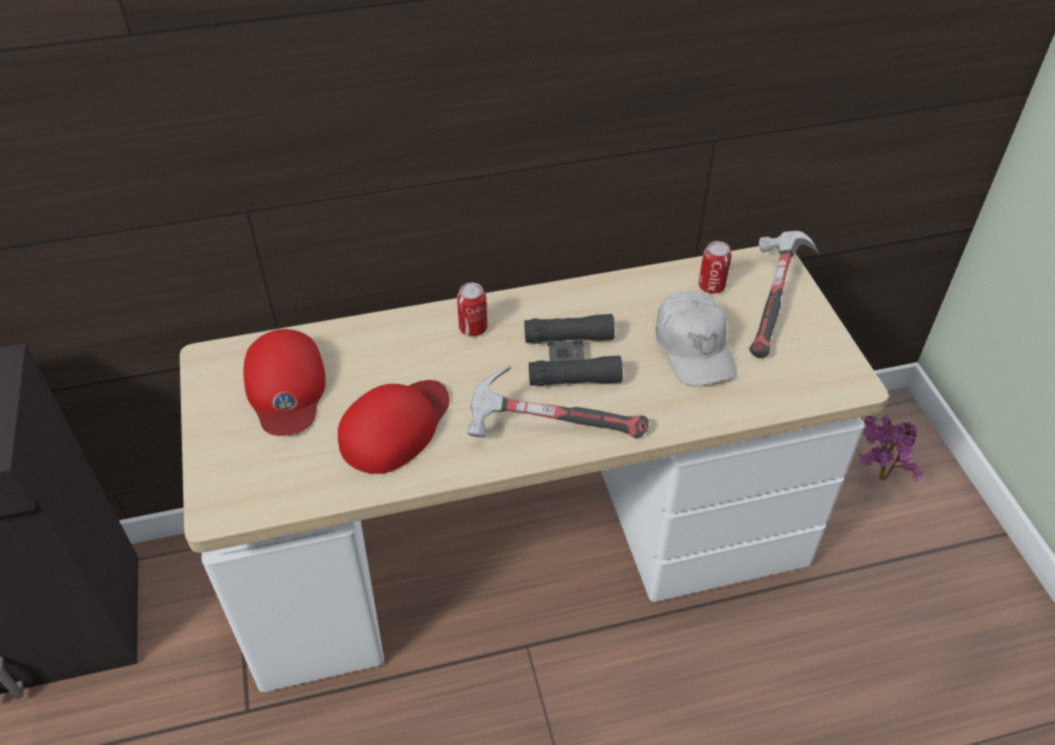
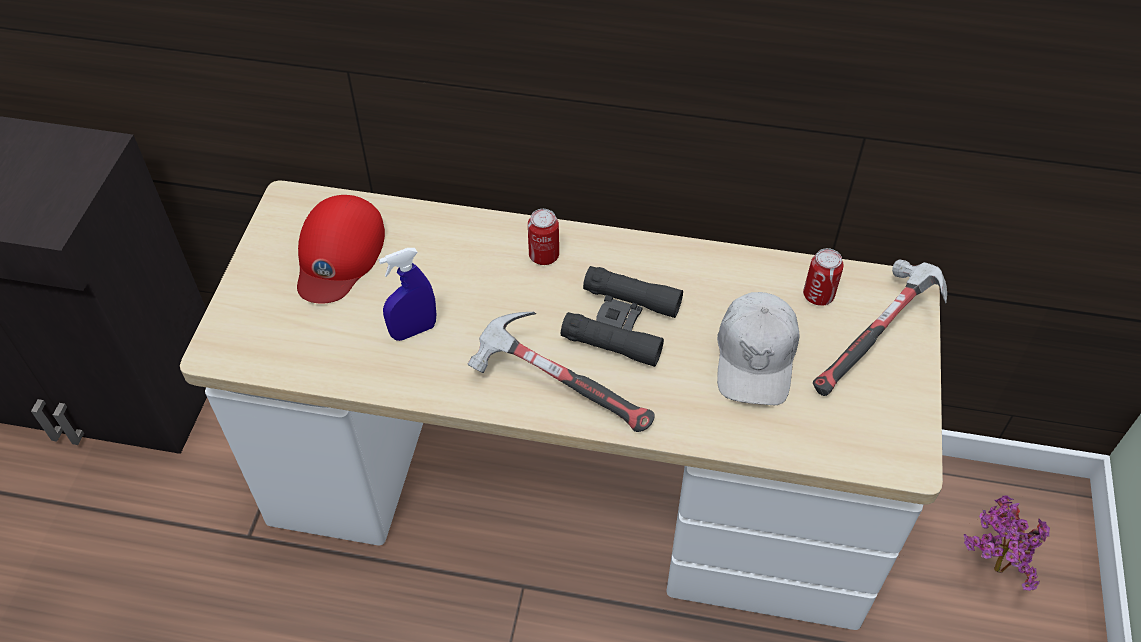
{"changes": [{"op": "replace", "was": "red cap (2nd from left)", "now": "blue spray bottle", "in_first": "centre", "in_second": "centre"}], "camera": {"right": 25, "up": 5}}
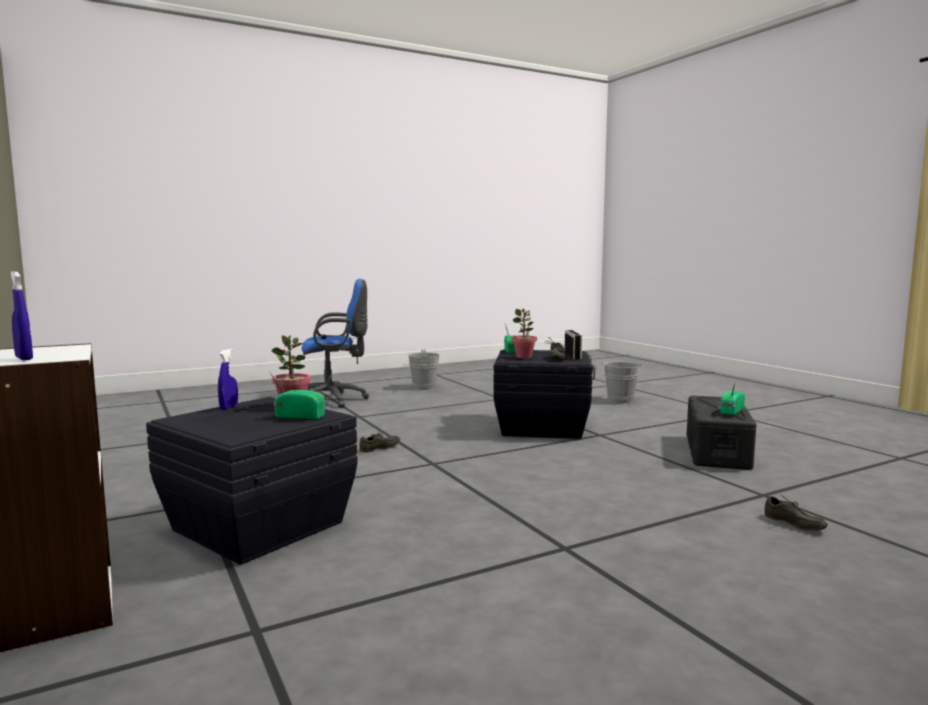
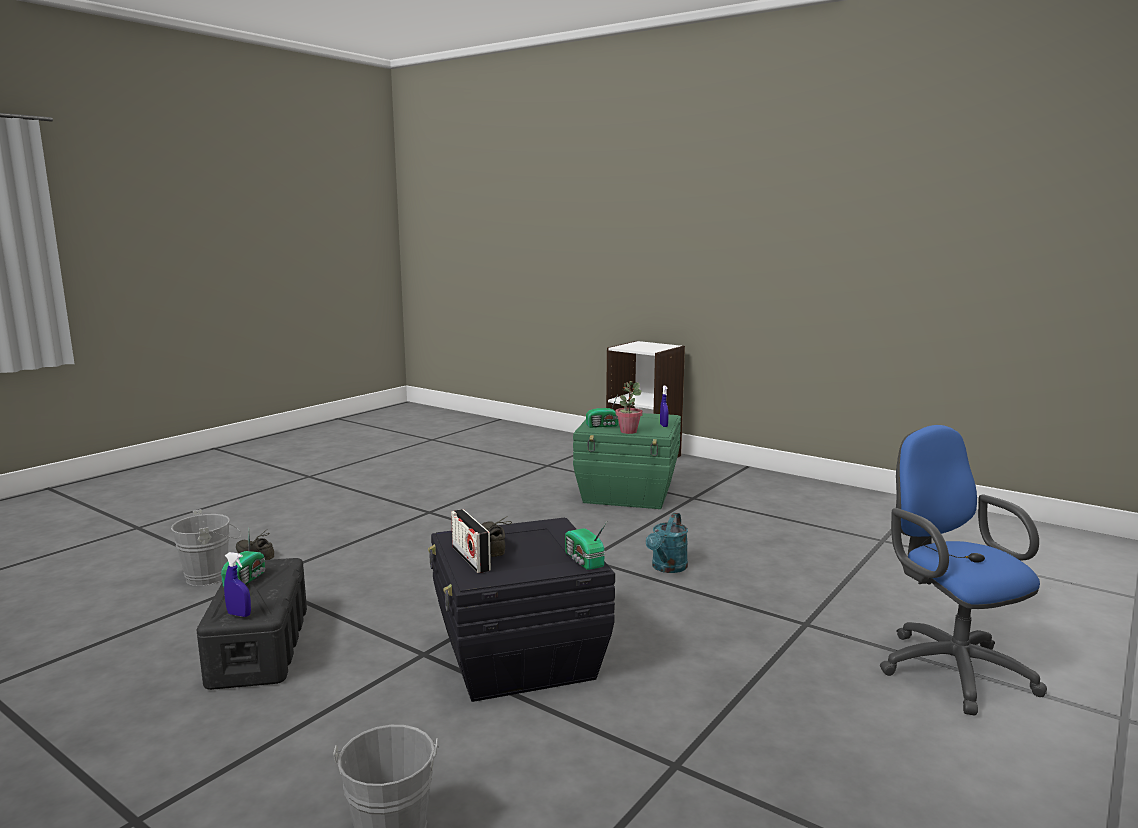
{"changes": [{"op": "move", "was": "blue spray bottle (1st from left)", "in_first": "middle left", "in_second": "bottom left"}, {"op": "recolor", "was": "black storage box (1st from left)", "now": "green storage box", "in_first": "bottom left", "in_second": "centre"}, {"op": "rotate", "was": "blue office chair", "in_first": "centre", "in_second": "bottom right", "clockwise": 105}, {"op": "replace", "was": "grey shoe (1st from left)", "now": "turquoise watering can", "in_first": "centre", "in_second": "centre"}, {"op": "move", "was": "grey bucket (1st from left)", "in_first": "centre", "in_second": "middle left"}, {"op": "delete", "was": "potted plant (2nd from left)", "in_first": "centre"}], "camera": {"right": 155, "up": 5}}
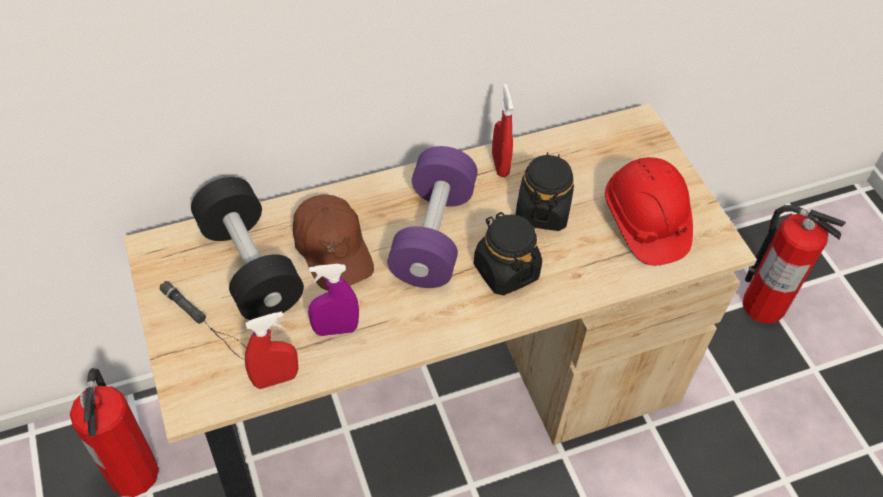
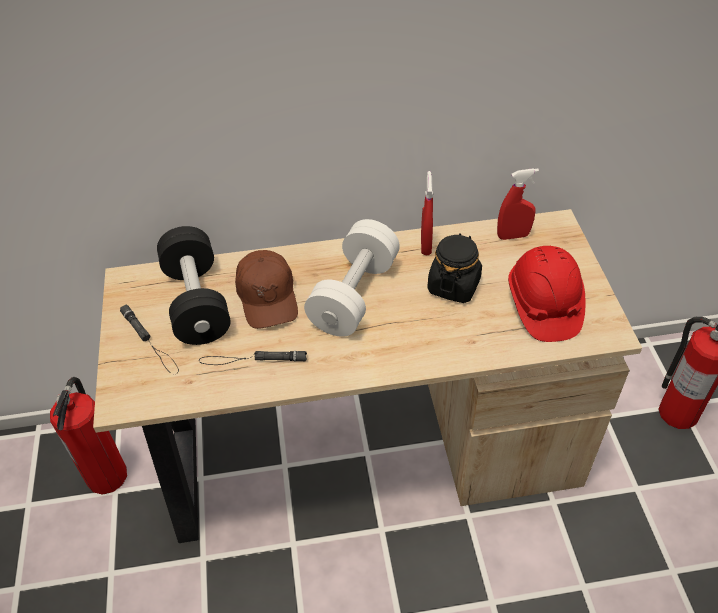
{"changes": [{"op": "move", "was": "red spray bottle (1st from left in the first image)", "now": "red spray bottle (2nd from left)", "in_first": "bottom left", "in_second": "top right"}, {"op": "replace", "was": "purple spray bottle", "now": "black flashlight (2nd from left)", "in_first": "centre", "in_second": "centre"}, {"op": "recolor", "was": "purple dumbbell", "now": "white dumbbell", "in_first": "centre", "in_second": "centre"}, {"op": "delete", "was": "black jar (1st from left)", "in_first": "centre"}], "camera": {"right": 15, "up": -5}}
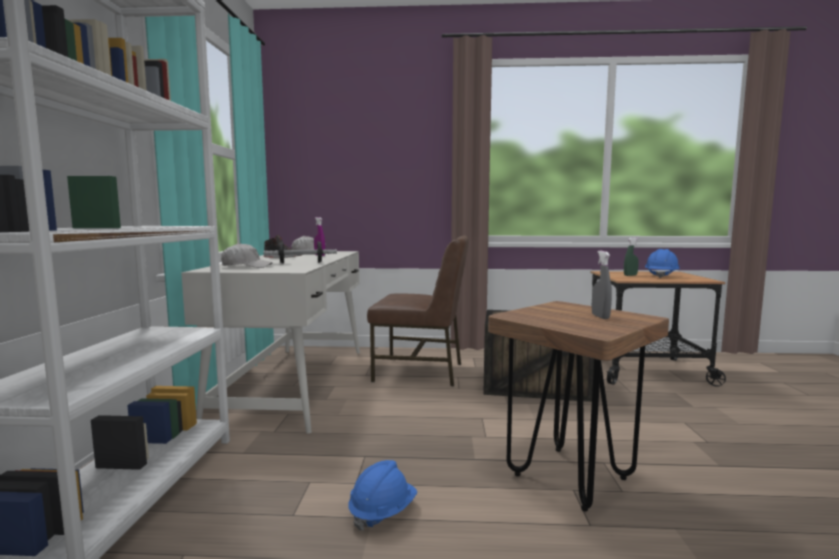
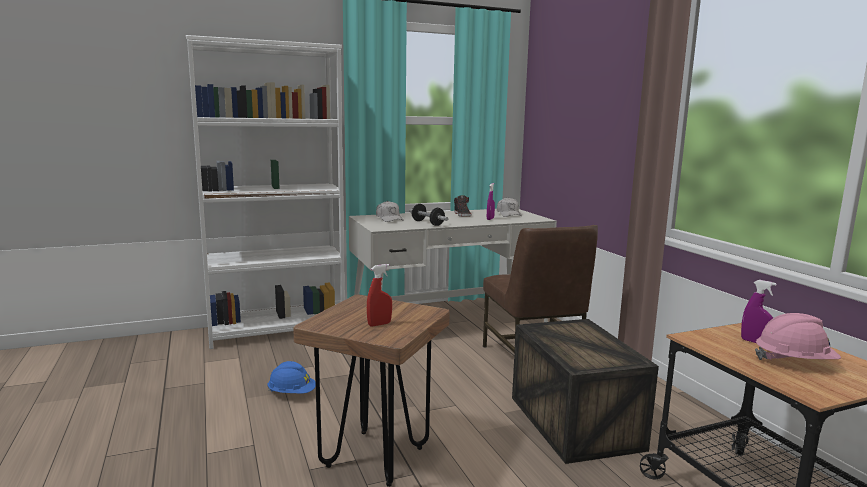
{"changes": [{"op": "recolor", "was": "grey spray bottle", "now": "red spray bottle", "in_first": "middle right", "in_second": "centre"}, {"op": "recolor", "was": "green spray bottle", "now": "purple spray bottle (2nd from left)", "in_first": "middle right", "in_second": "middle right"}, {"op": "recolor", "was": "blue hard hat (2nd from left)", "now": "pink hard hat", "in_first": "middle right", "in_second": "bottom right"}], "camera": {"right": 65, "up": 5}}
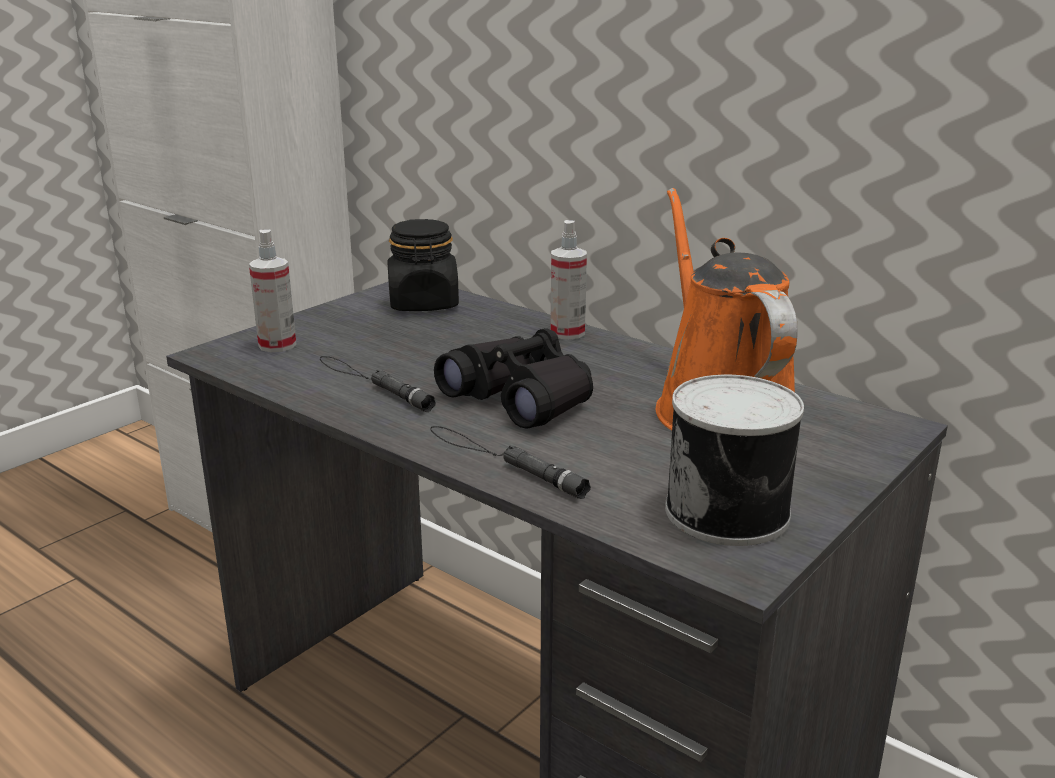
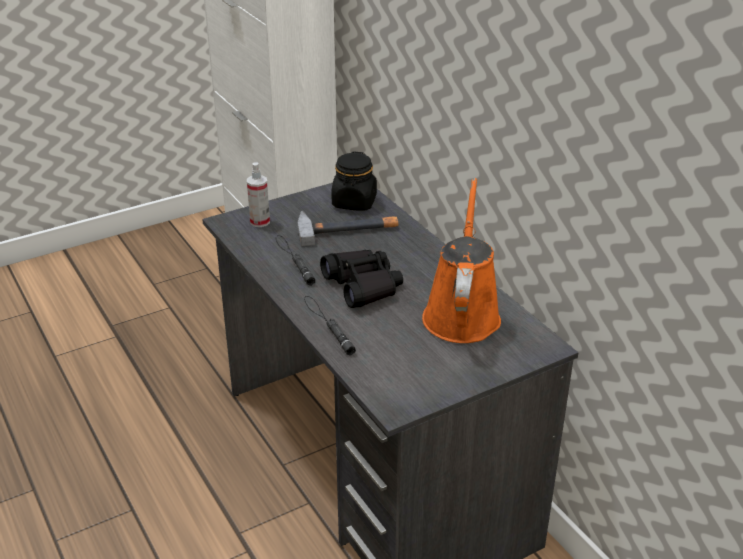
{"changes": [{"op": "delete", "was": "spray bottle (2nd from left)", "in_first": "centre"}, {"op": "delete", "was": "can", "in_first": "middle right"}, {"op": "insert", "now": "hammer", "in_second": "centre"}], "camera": {"right": 20, "up": 10}}
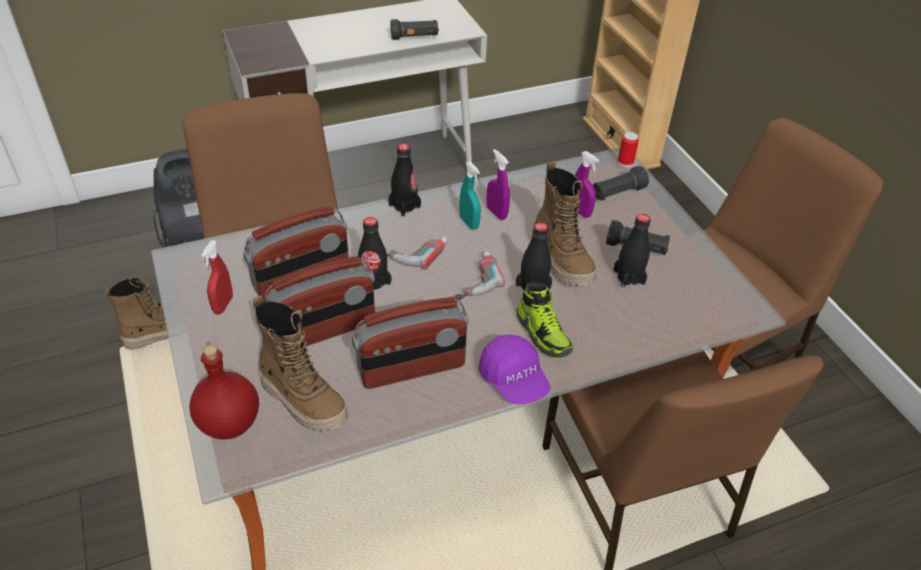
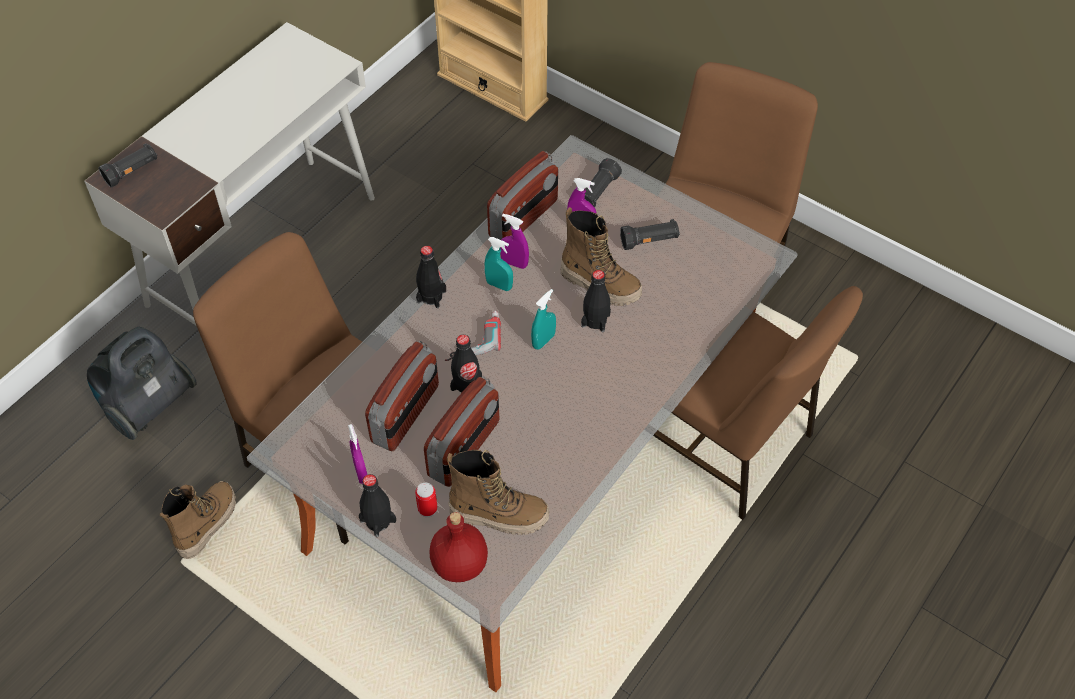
{"changes": [{"op": "recolor", "was": "red spray bottle", "now": "purple spray bottle (1st from left)", "in_first": "middle left", "in_second": "middle left"}, {"op": "move", "was": "radio (3rd from left)", "in_first": "centre", "in_second": "top centre"}, {"op": "move", "was": "black flashlight (1st from left)", "in_first": "top centre", "in_second": "top left"}, {"op": "replace", "was": "power drill (2nd from left)", "now": "turquoise spray bottle (2nd from left)", "in_first": "centre", "in_second": "centre"}, {"op": "delete", "was": "purple cap", "in_first": "centre"}, {"op": "delete", "was": "shoe", "in_first": "centre"}, {"op": "move", "was": "black bottle (4th from left in the first image)", "now": "black bottle (1st from left)", "in_first": "middle right", "in_second": "bottom centre"}, {"op": "move", "was": "can", "in_first": "top right", "in_second": "bottom centre"}], "camera": {"right": -30, "up": 10}}
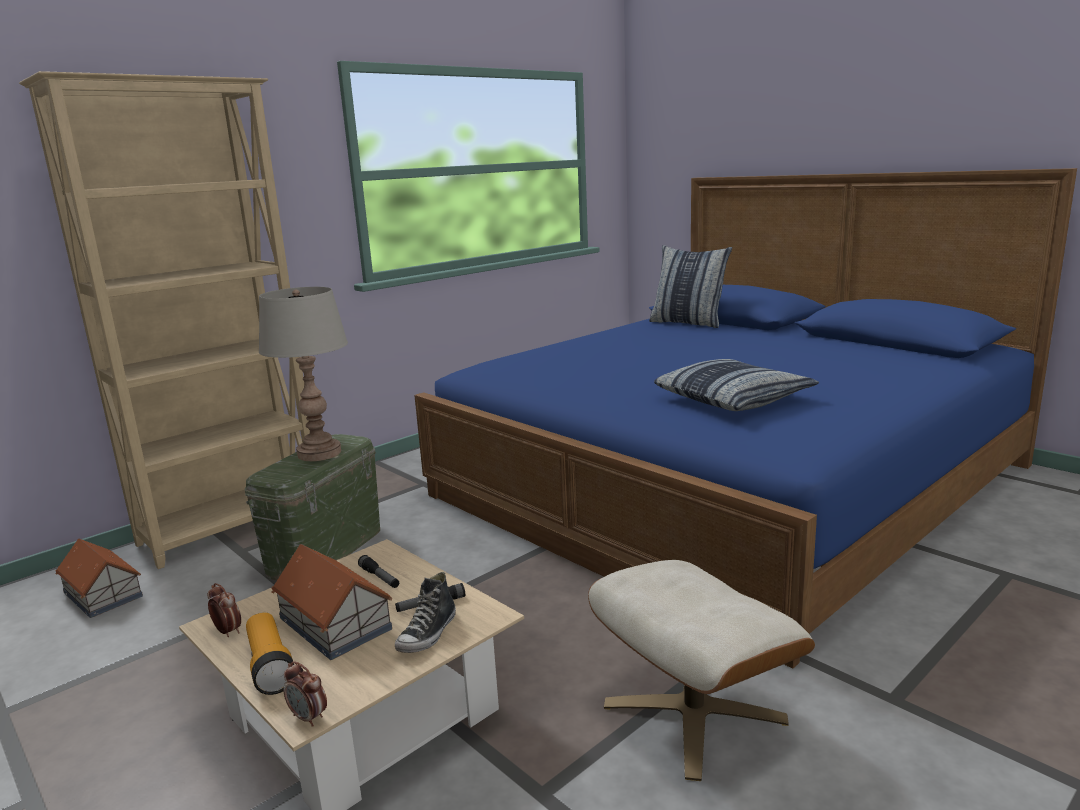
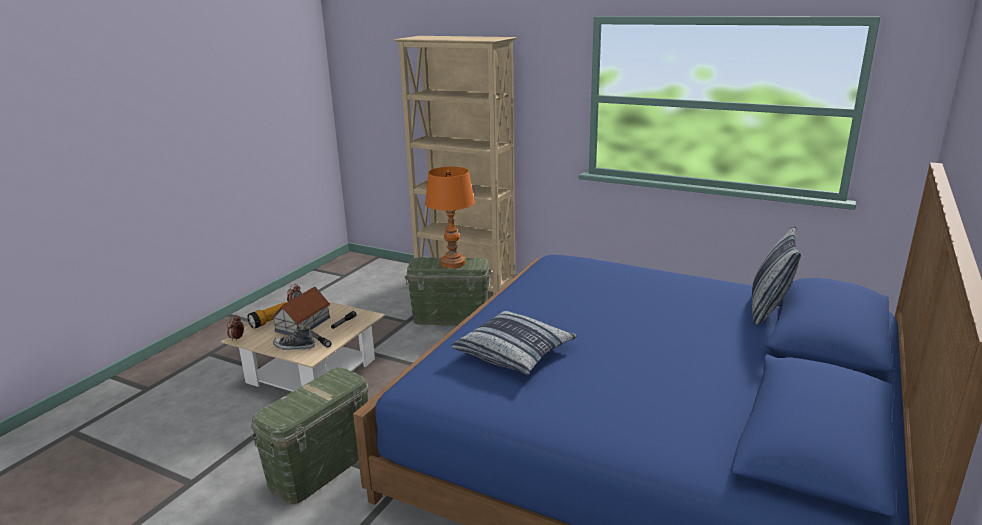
{"changes": [{"op": "delete", "was": "toy house (1st from left)", "in_first": "bottom left"}, {"op": "recolor", "was": "grey table lamp", "now": "orange table lamp", "in_first": "middle left", "in_second": "centre"}, {"op": "replace", "was": "beige ottoman", "now": "green storage box (1st from left)", "in_first": "bottom centre", "in_second": "bottom left"}], "camera": {"right": 70, "up": 5}}
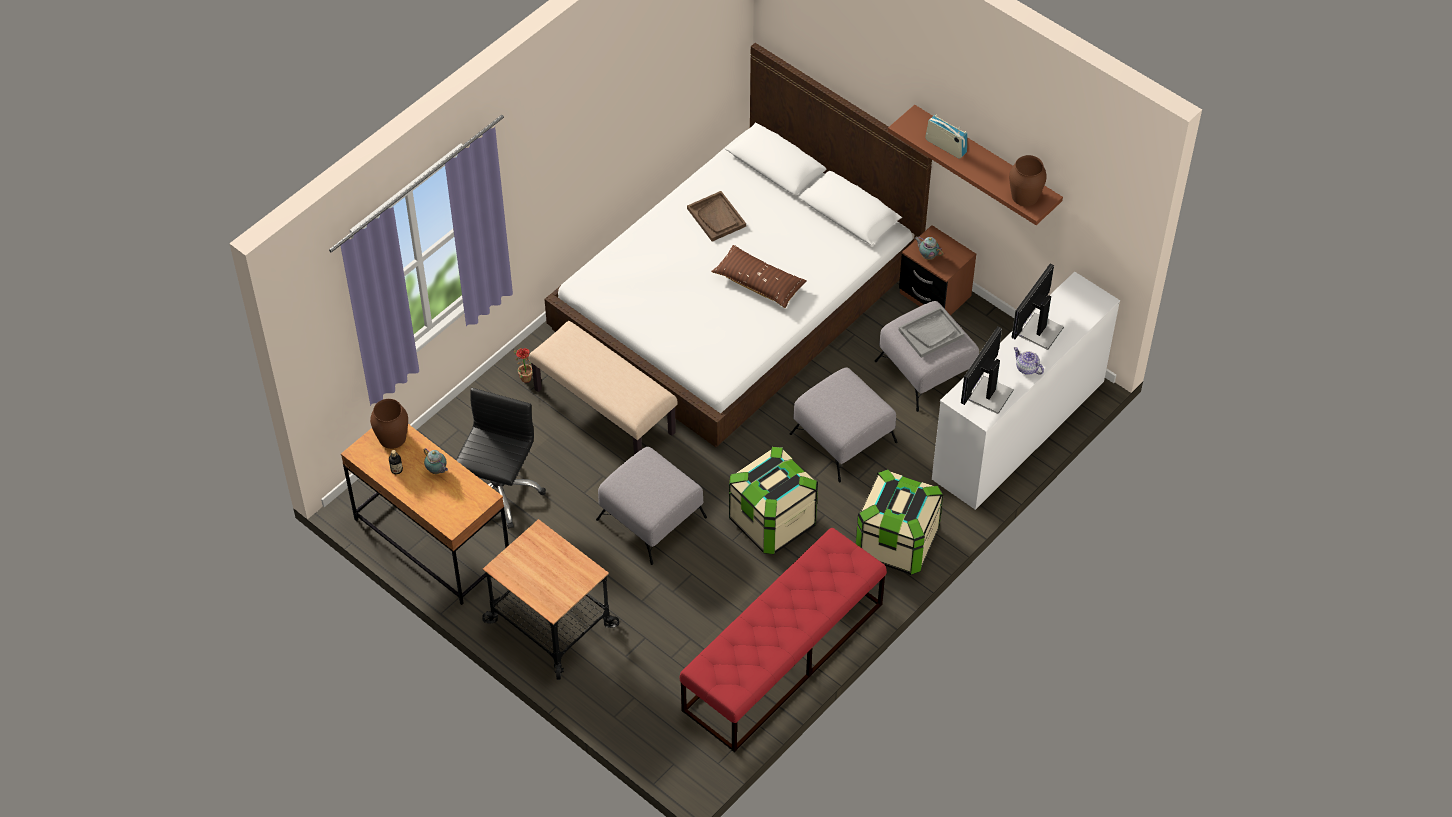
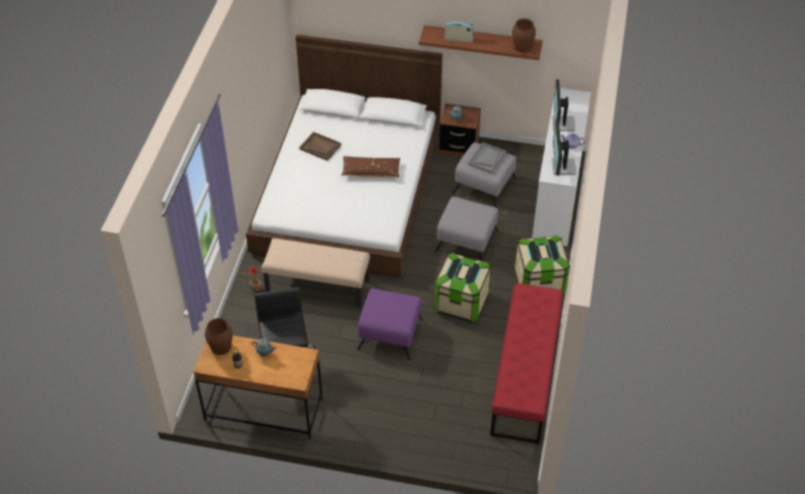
{"changes": [{"op": "delete", "was": "cart", "in_first": "bottom centre"}, {"op": "recolor", "was": "grey ottoman (1st from left)", "now": "purple ottoman", "in_first": "centre", "in_second": "centre"}], "camera": {"right": -30, "up": -5}}
